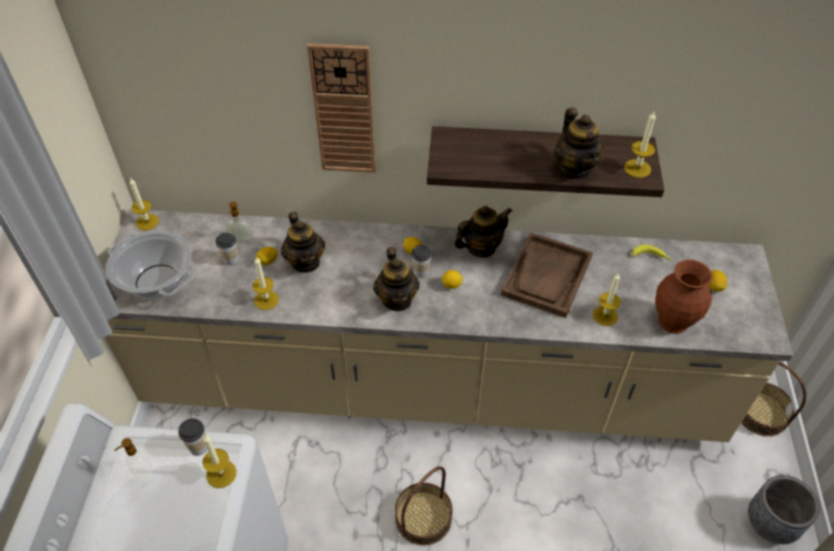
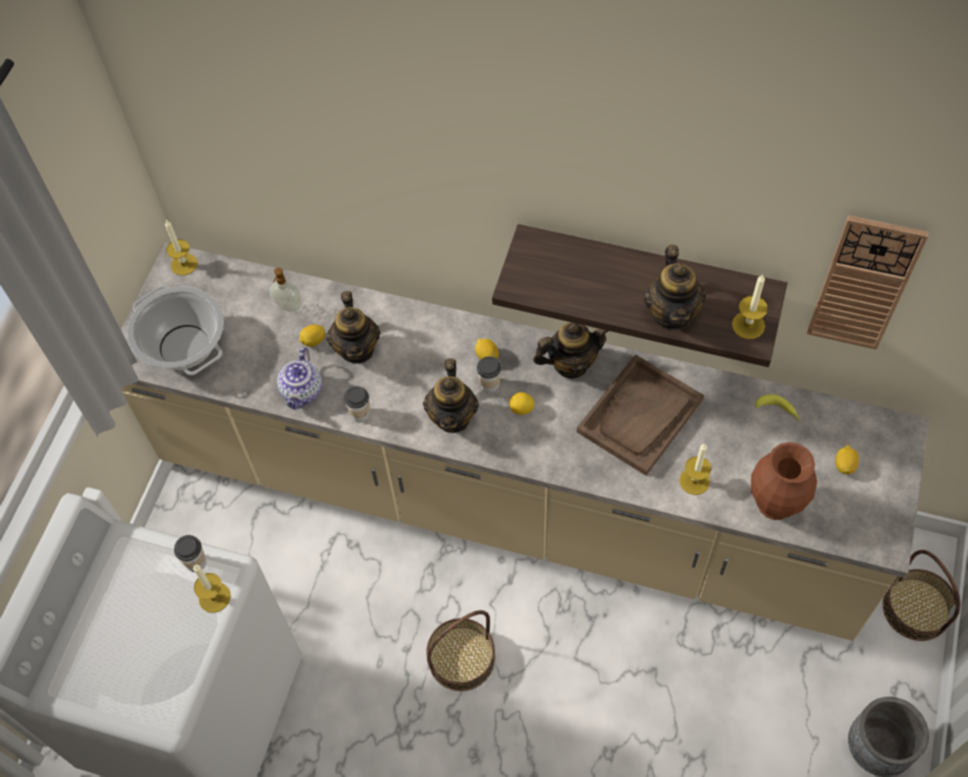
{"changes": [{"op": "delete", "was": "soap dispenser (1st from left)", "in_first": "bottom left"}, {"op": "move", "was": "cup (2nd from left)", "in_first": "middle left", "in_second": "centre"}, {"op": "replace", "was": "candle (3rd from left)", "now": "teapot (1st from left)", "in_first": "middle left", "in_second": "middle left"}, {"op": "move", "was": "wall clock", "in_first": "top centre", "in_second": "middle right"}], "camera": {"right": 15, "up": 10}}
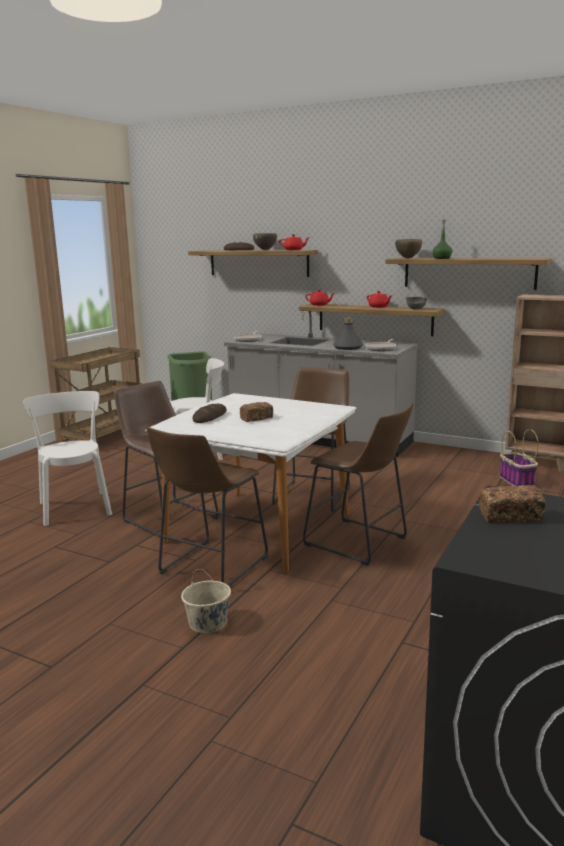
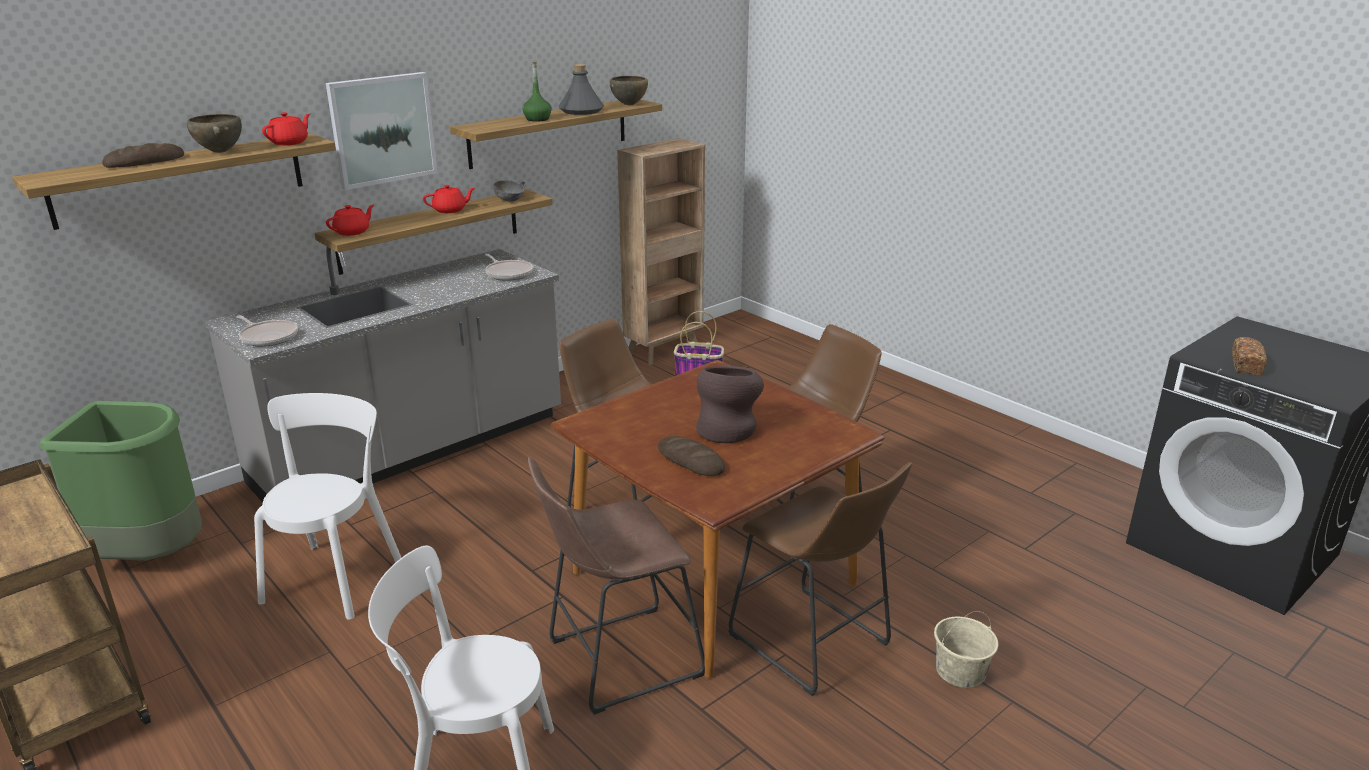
{"changes": [{"op": "recolor", "was": "white dining table", "now": "brown dining table", "in_first": "centre", "in_second": "bottom centre"}, {"op": "replace", "was": "bread (3rd from left)", "now": "brown vase", "in_first": "centre", "in_second": "centre"}, {"op": "move", "was": "grey bottle", "in_first": "centre", "in_second": "top centre"}, {"op": "move", "was": "brown bowl (2nd from left)", "in_first": "top right", "in_second": "top centre"}, {"op": "insert", "now": "picture", "in_second": "top left"}], "camera": {"right": -70, "up": 10}}
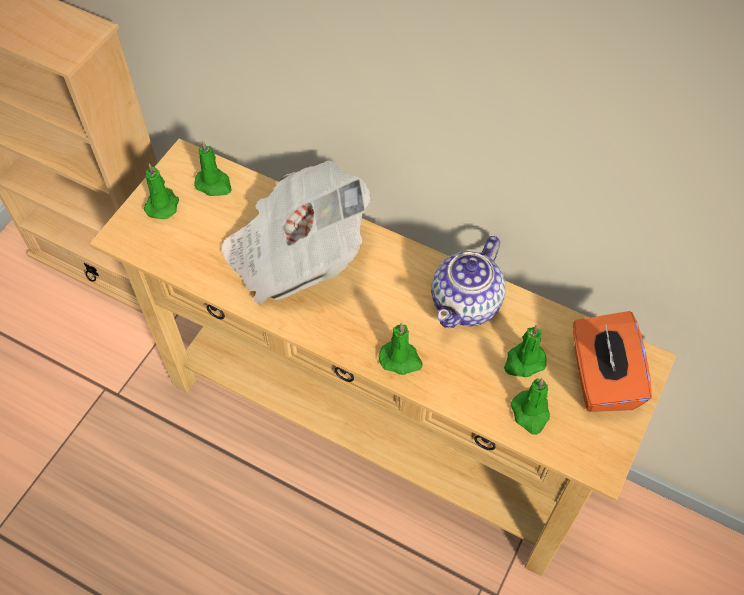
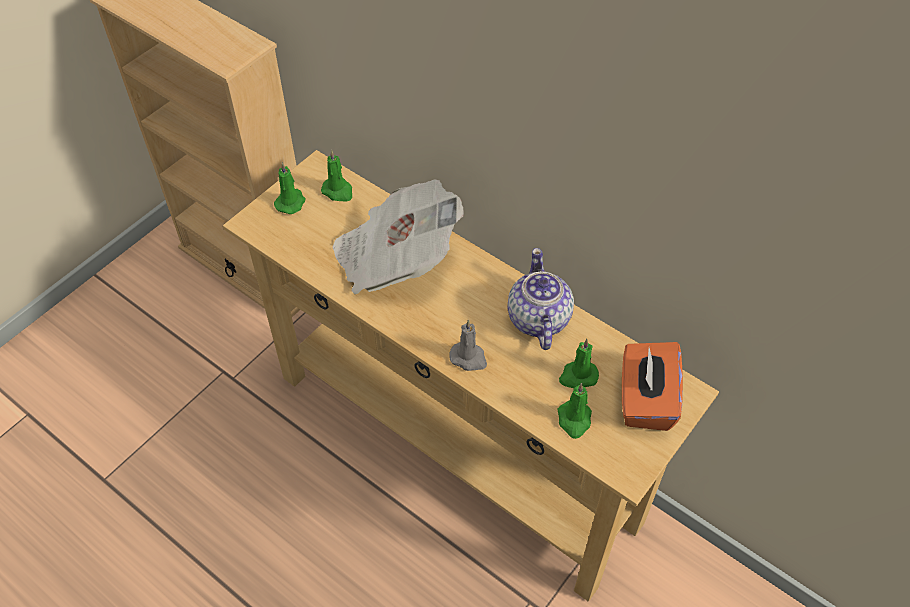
{"changes": [{"op": "recolor", "was": "green candle (3rd from left)", "now": "grey candle", "in_first": "centre", "in_second": "centre"}, {"op": "rotate", "was": "teapot", "in_first": "centre", "in_second": "centre", "clockwise": 135}], "camera": {"right": 10, "up": -5}}
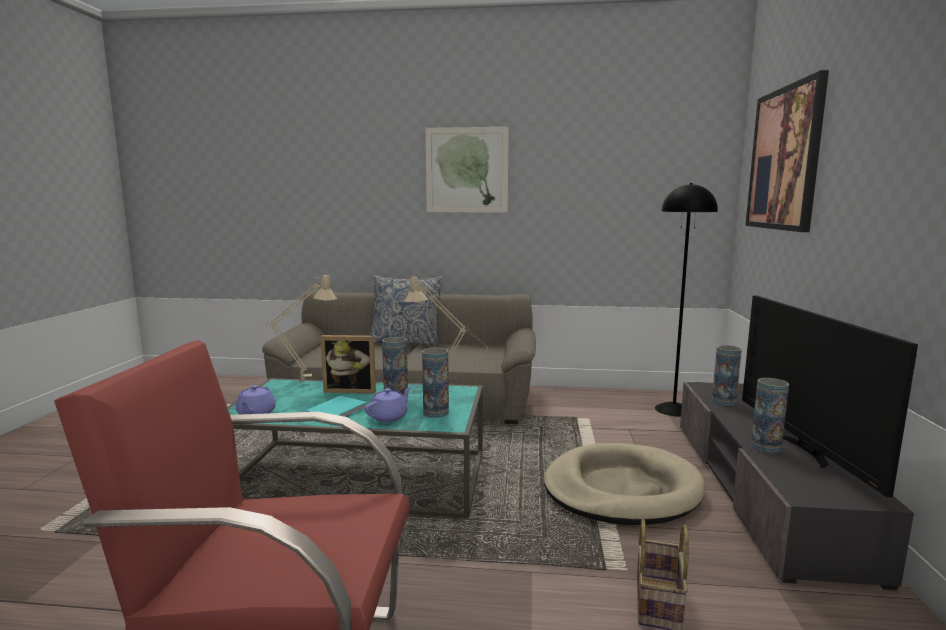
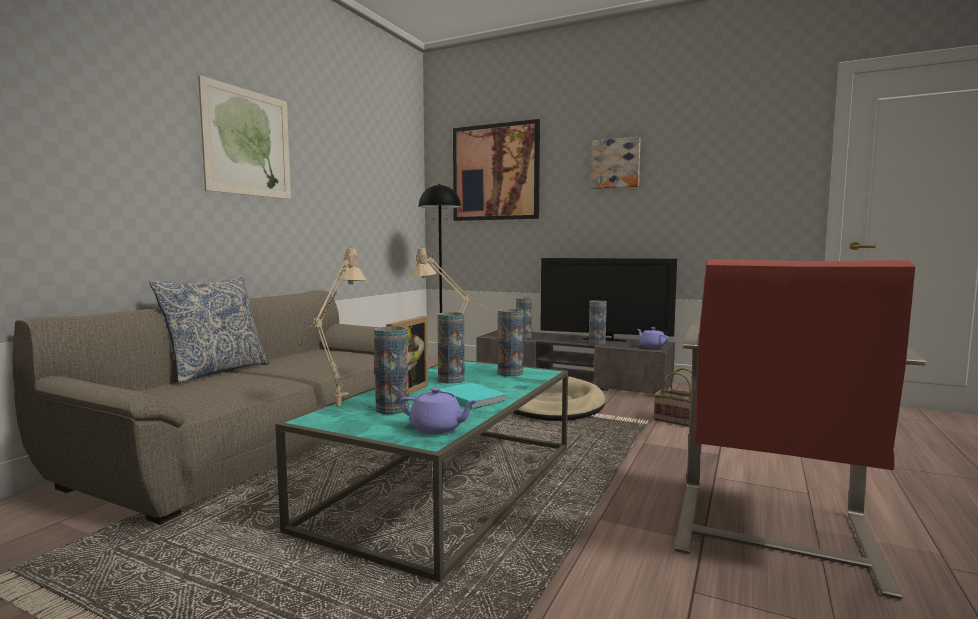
{"changes": [{"op": "move", "was": "purple teapot (2nd from left)", "in_first": "centre", "in_second": "middle right"}, {"op": "insert", "now": "vase (1st from left)", "in_second": "centre"}, {"op": "insert", "now": "picture (3rd from left)", "in_second": "top centre"}], "camera": {"right": -70, "up": -5}}
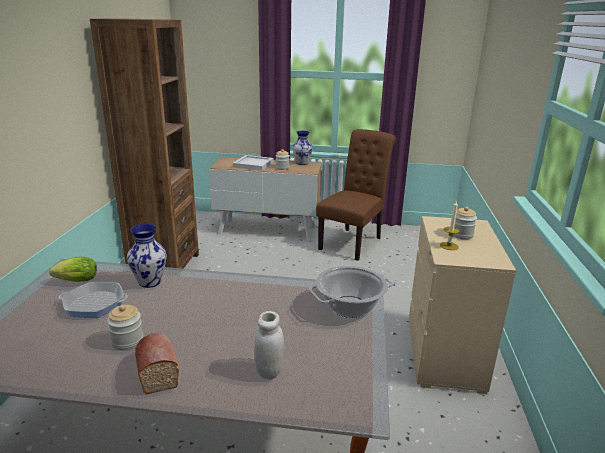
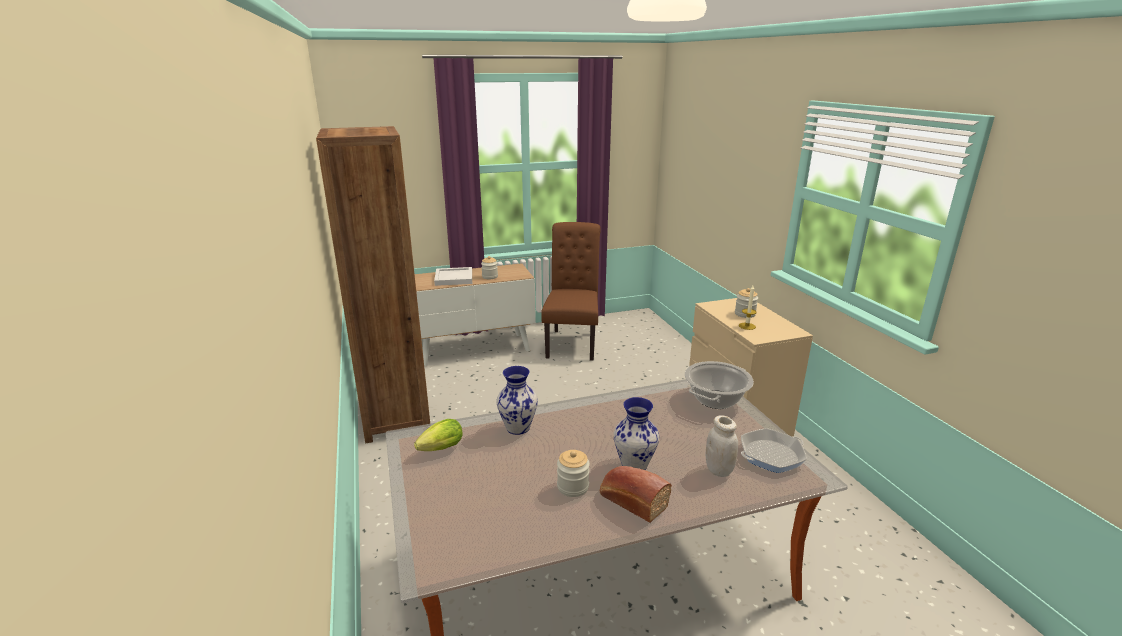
{"changes": [{"op": "move", "was": "frying pan", "in_first": "middle left", "in_second": "bottom right"}, {"op": "move", "was": "vase (2nd from left)", "in_first": "top centre", "in_second": "bottom centre"}], "camera": {"right": -25, "up": 0}}
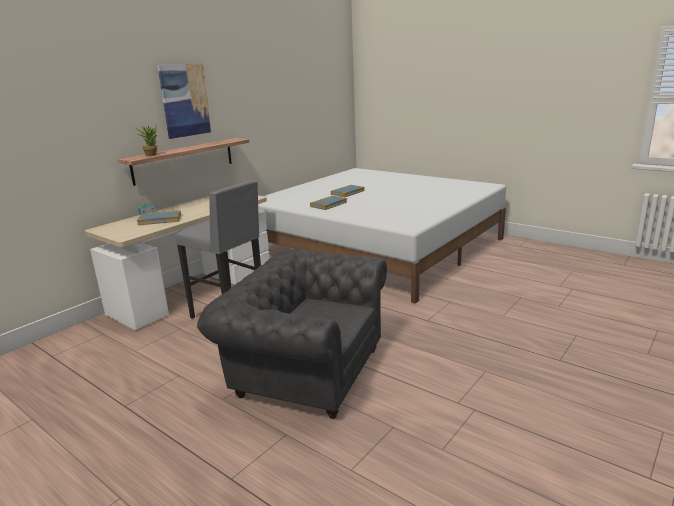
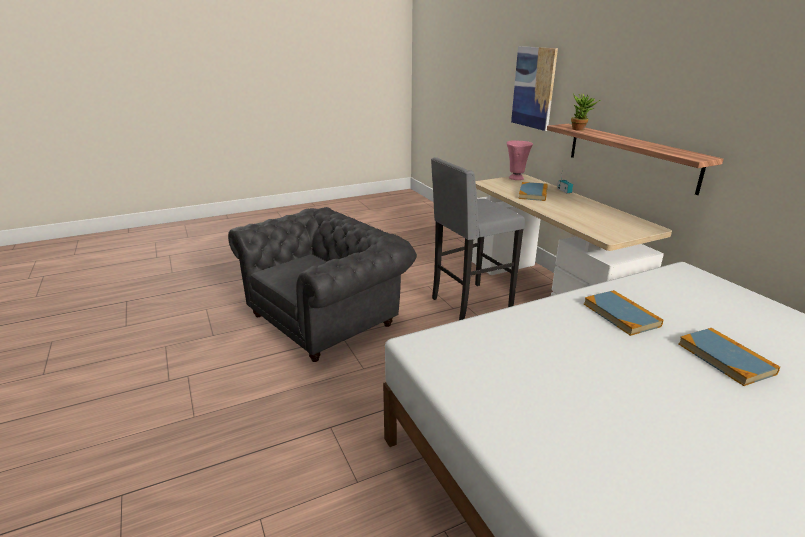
{"changes": [{"op": "move", "was": "picture", "in_first": "top left", "in_second": "top centre"}, {"op": "insert", "now": "pink vase", "in_second": "top centre"}], "camera": {"right": 115, "up": 5}}
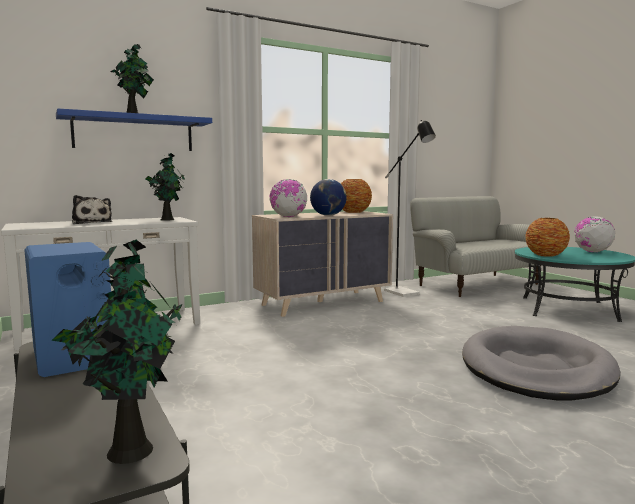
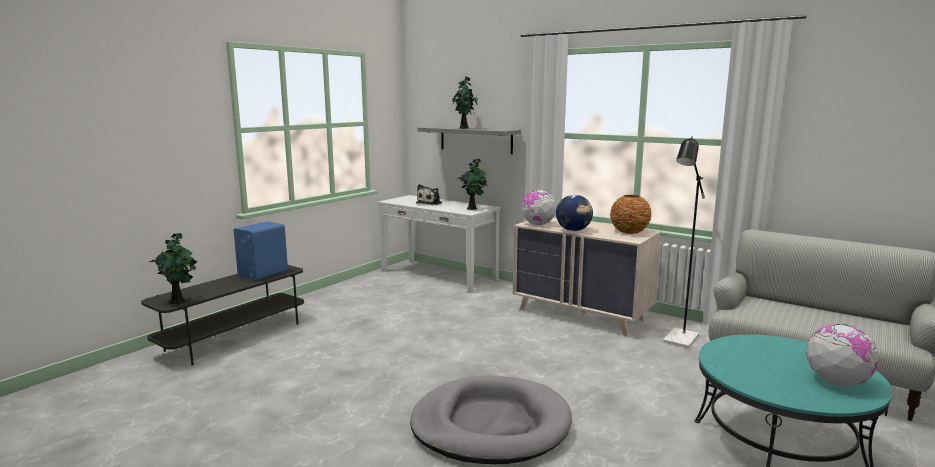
{"changes": [{"op": "recolor", "was": "blue shelf", "now": "grey shelf", "in_first": "top left", "in_second": "top centre"}, {"op": "delete", "was": "vase (2nd from left)", "in_first": "middle right"}], "camera": {"right": 65, "up": 5}}
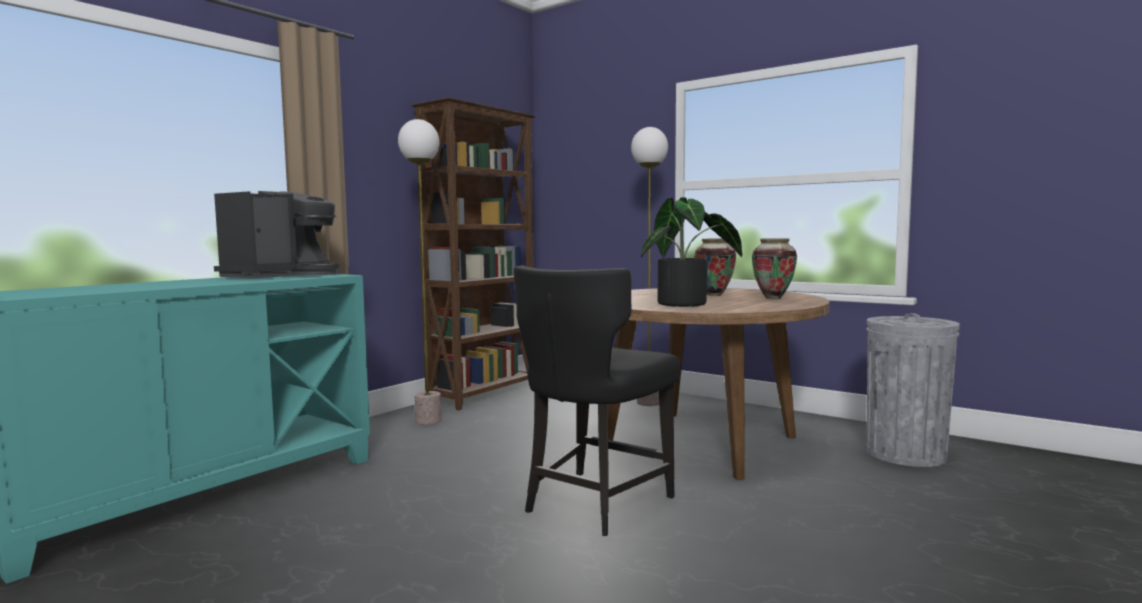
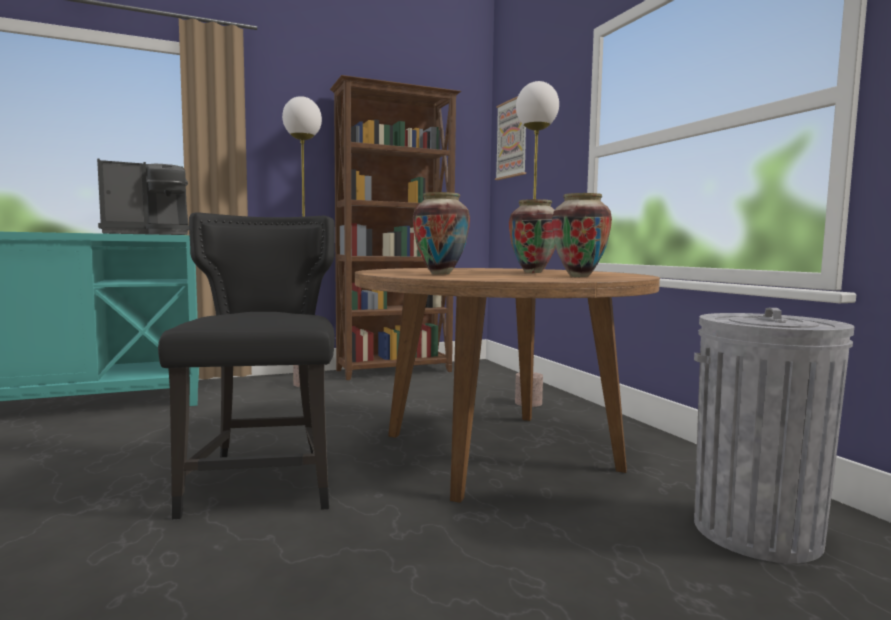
{"changes": [{"op": "rotate", "was": "black chair", "in_first": "centre", "in_second": "middle left", "clockwise": 105}, {"op": "replace", "was": "potted plant", "now": "vase (1st from left)", "in_first": "centre", "in_second": "centre"}, {"op": "insert", "now": "picture", "in_second": "top centre"}], "camera": {"right": 30, "up": 0}}
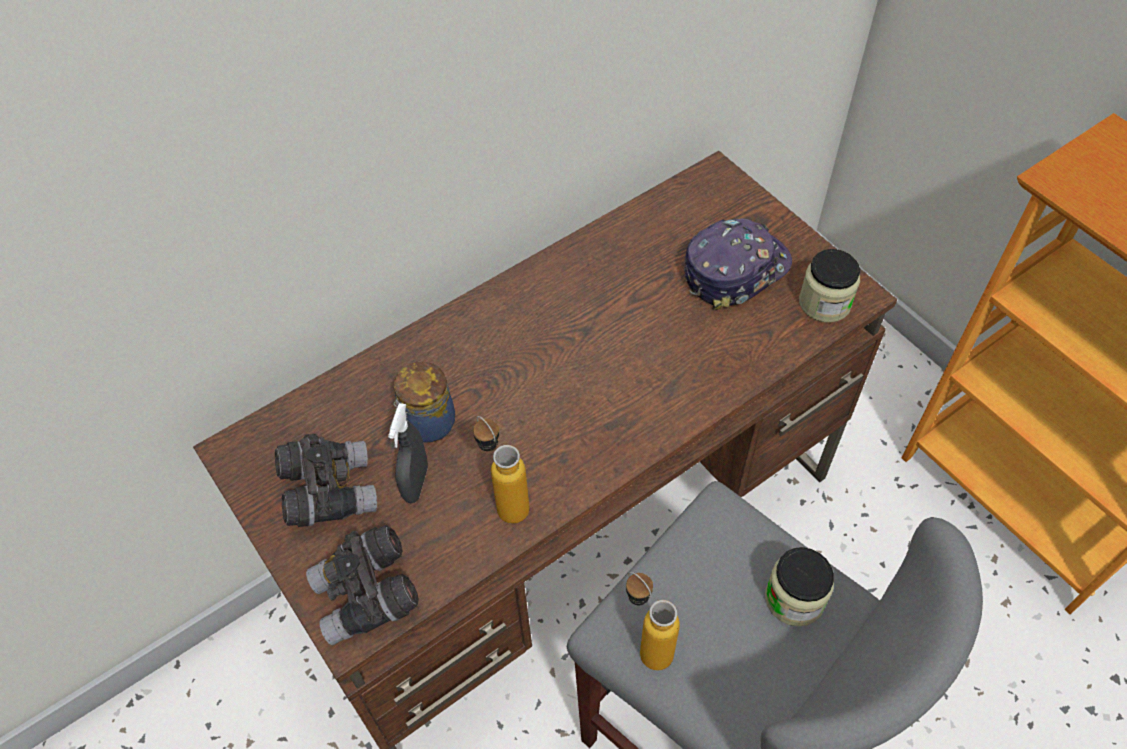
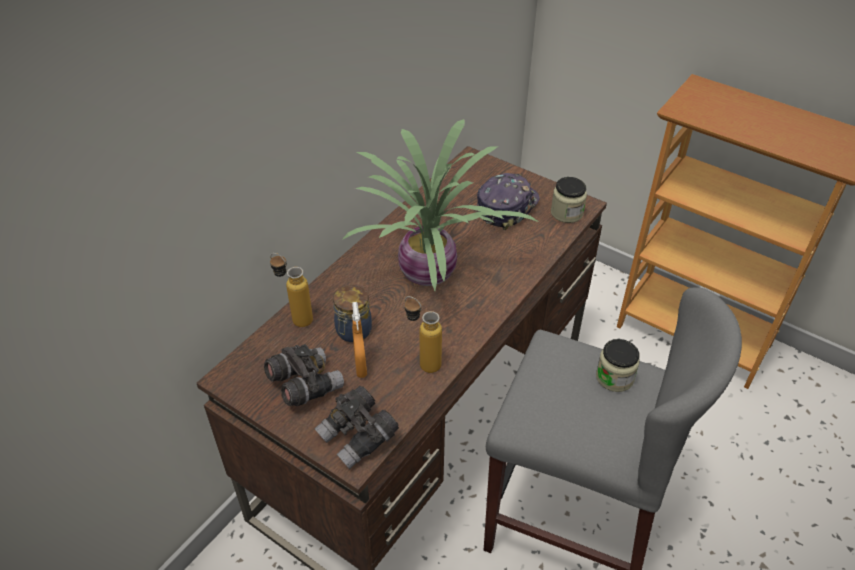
{"changes": [{"op": "recolor", "was": "grey spray bottle", "now": "orange spray bottle", "in_first": "centre", "in_second": "centre"}, {"op": "move", "was": "bottle (2nd from left in the first image)", "now": "bottle (1st from left)", "in_first": "bottom centre", "in_second": "centre"}, {"op": "insert", "now": "potted plant", "in_second": "centre"}], "camera": {"right": -20, "up": -10}}
